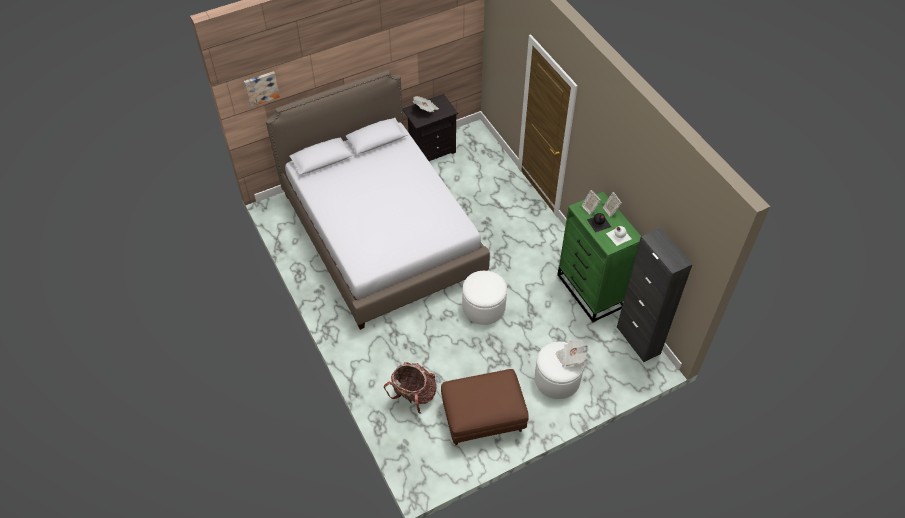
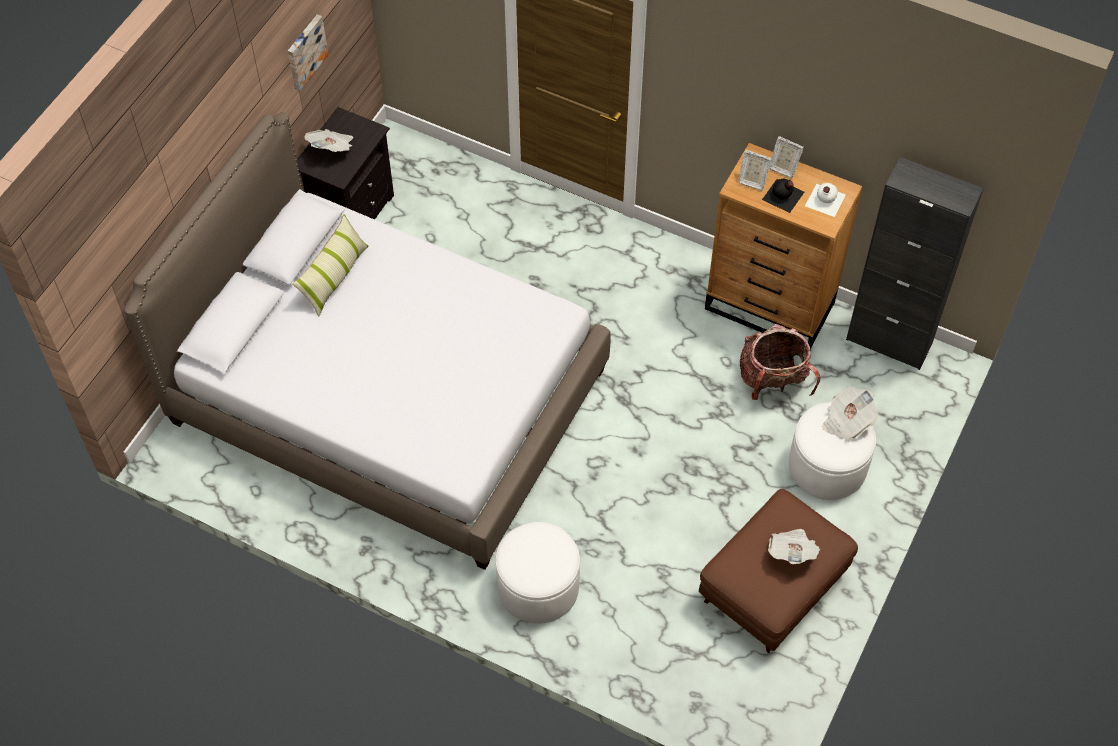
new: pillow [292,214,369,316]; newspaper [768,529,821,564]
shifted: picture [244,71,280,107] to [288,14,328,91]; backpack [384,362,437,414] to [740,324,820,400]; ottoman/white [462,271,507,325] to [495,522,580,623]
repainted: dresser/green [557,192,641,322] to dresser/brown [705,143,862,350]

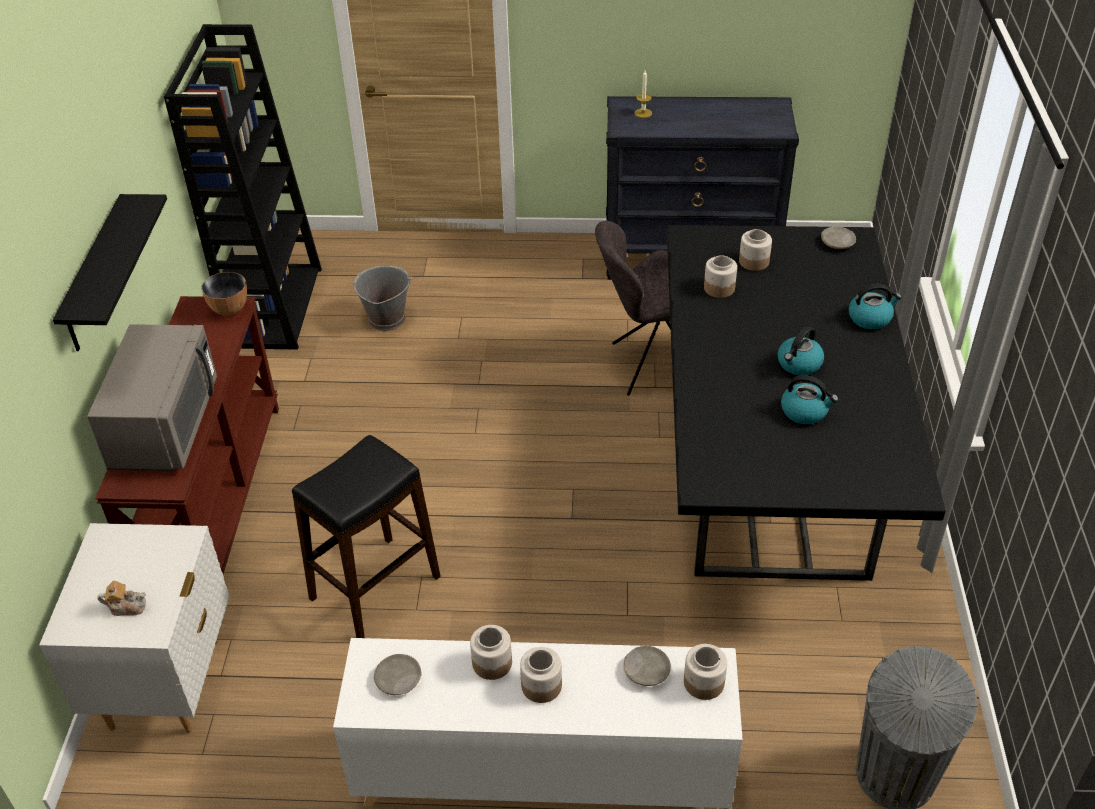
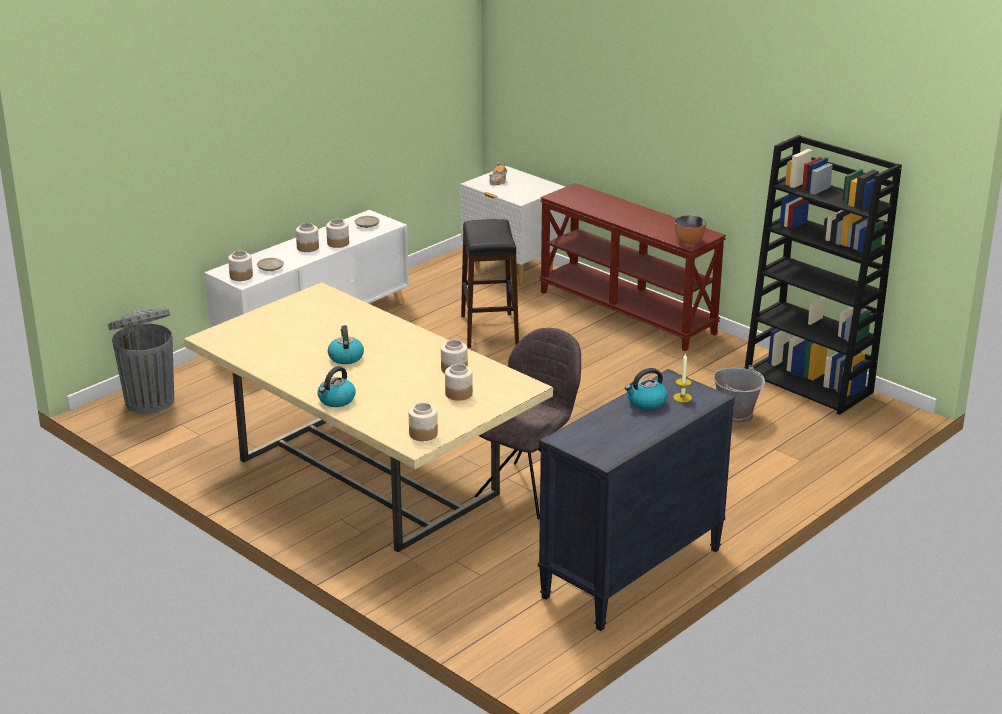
gone: shelf/black [53,194,167,351]; microwave/grey [87,324,217,471]
shifted: kettle [781,375,838,424] to [625,368,667,410]
swapped: plate/beige [821,227,856,249] to jar [409,403,438,441]
repainted: dining table/black [667,225,946,581] to dining table/beige [184,282,553,552]

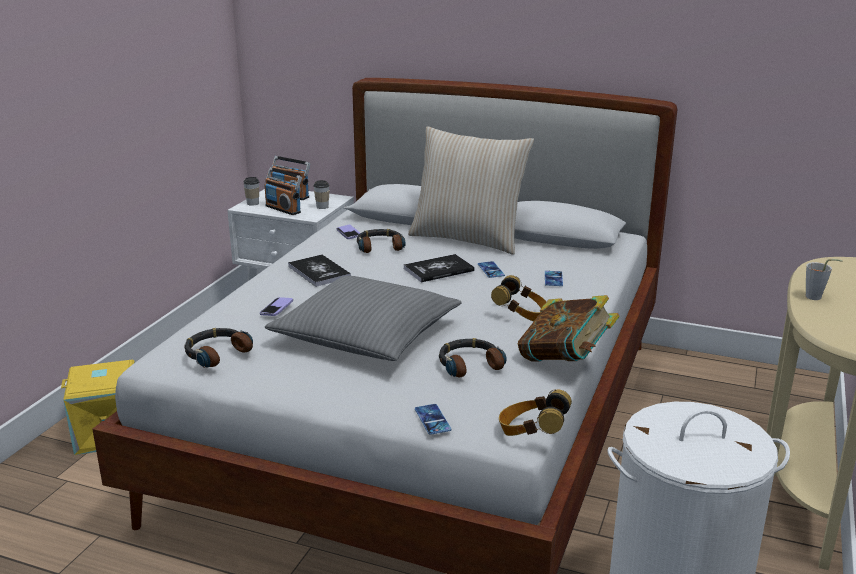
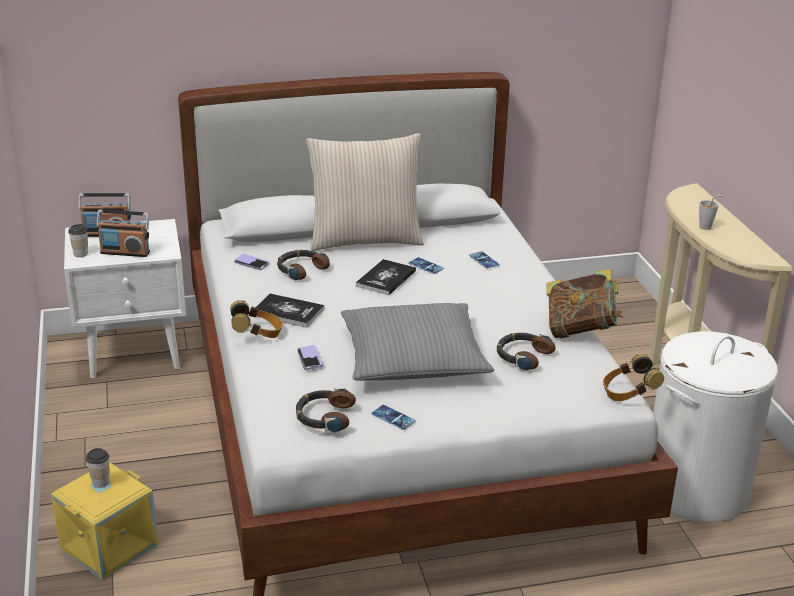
shifted: cup [313,180,330,209] to [86,448,110,488]; phone [415,404,451,435] to [371,405,416,430]; headphones [491,275,547,321] to [230,300,283,338]

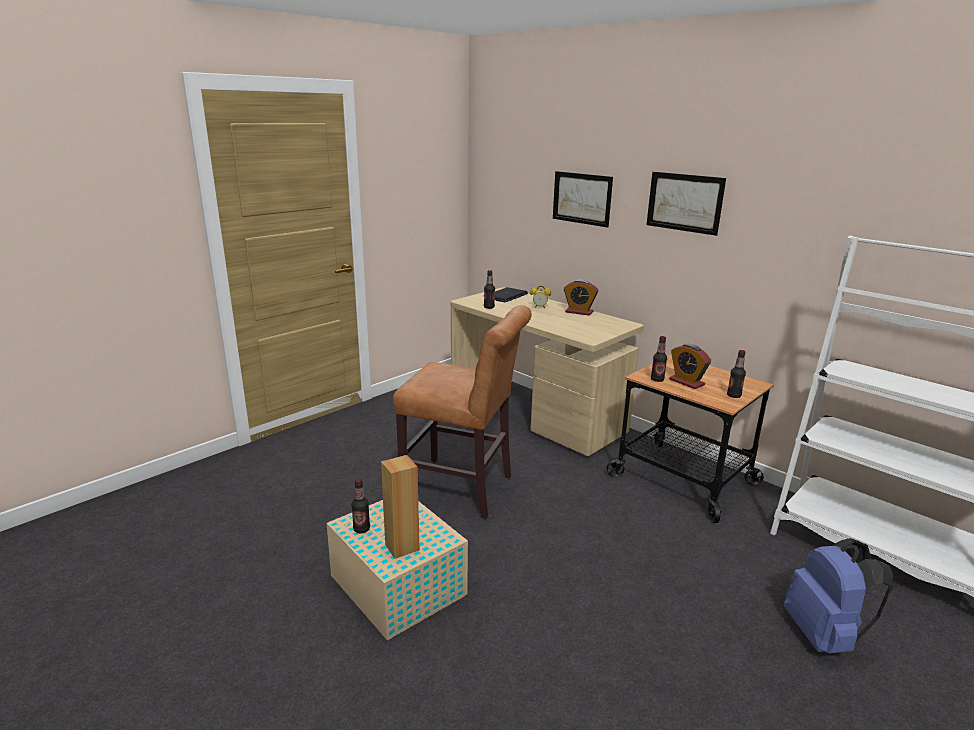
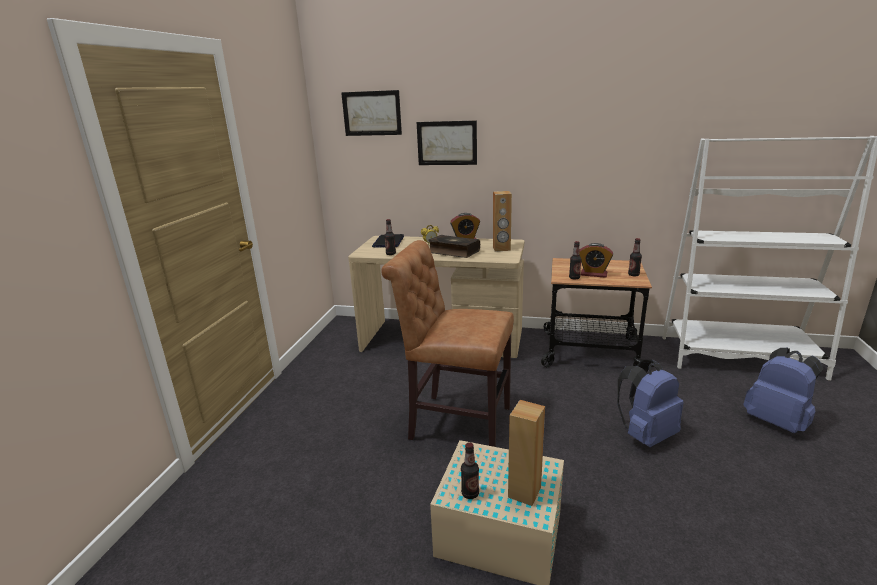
new: book [428,235,480,258]; speaker/brown [493,191,512,251]; backpack/blue [617,360,684,447]
shifted: picture [646,172,726,236] to [341,90,402,136]
rotated: chair/brown [393,305,532,519] = [381,240,514,447] 150 degrees counterclockwise

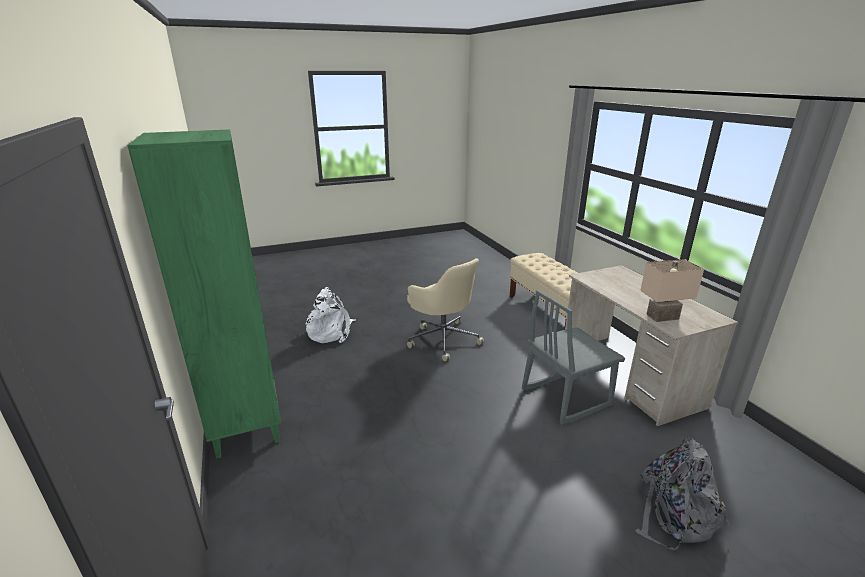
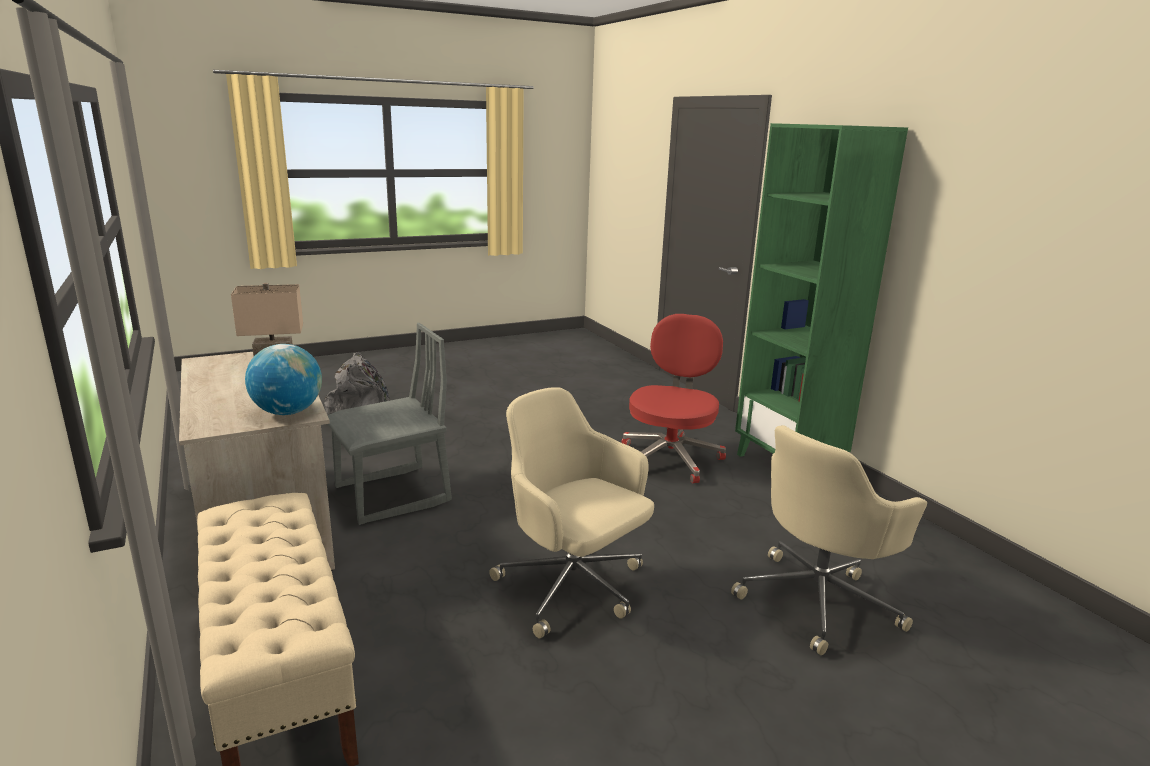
new: globe [245,344,322,415]; office chair/red [621,314,726,483]
swapped: backpack/white [305,287,355,343] to office chair/beige [731,425,927,655]

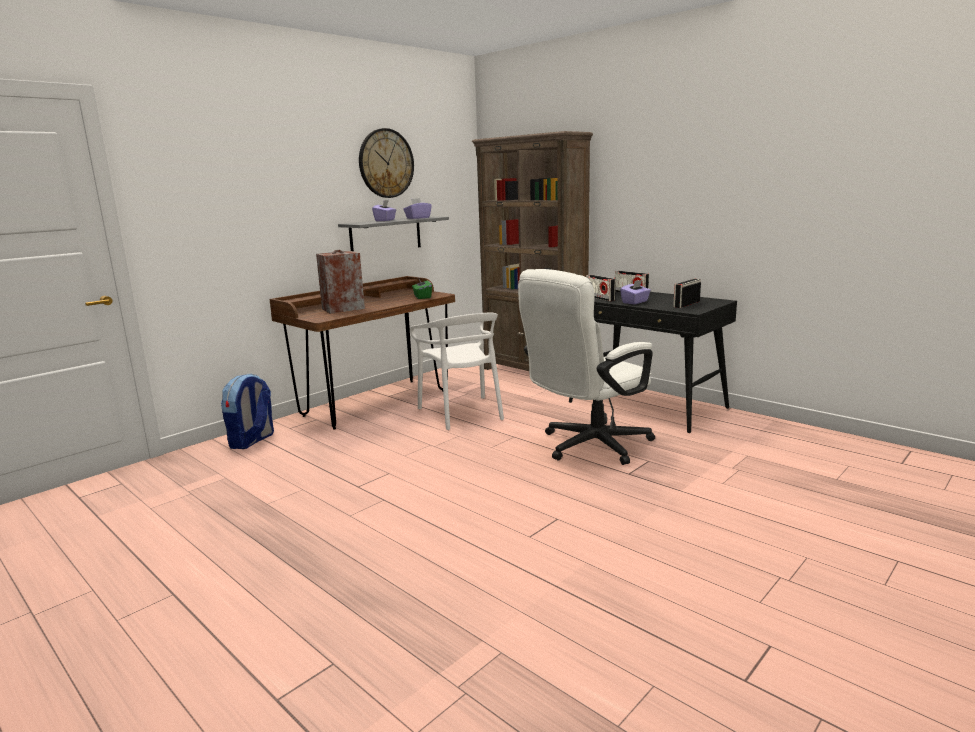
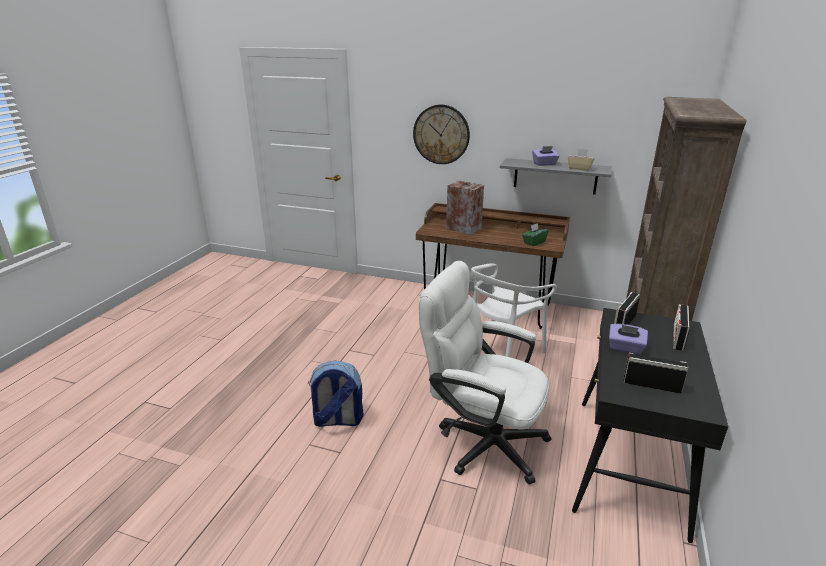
shifted: backpack [221,373,274,449] to [308,361,363,427]; wall clock [359,128,414,198] to [413,105,470,164]
repainted: tissue box/purple [403,198,432,219] to tissue box/beige [568,149,595,171]

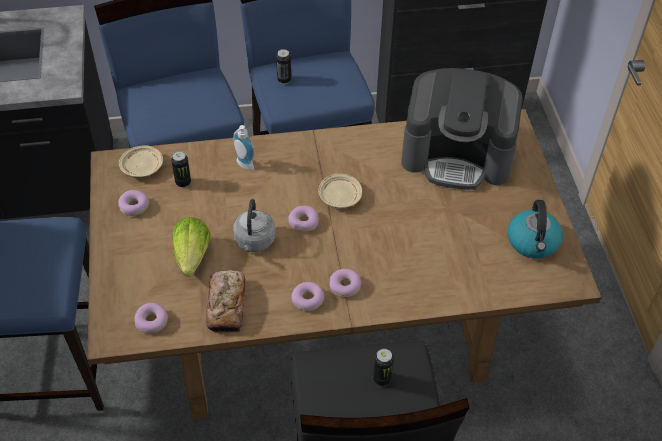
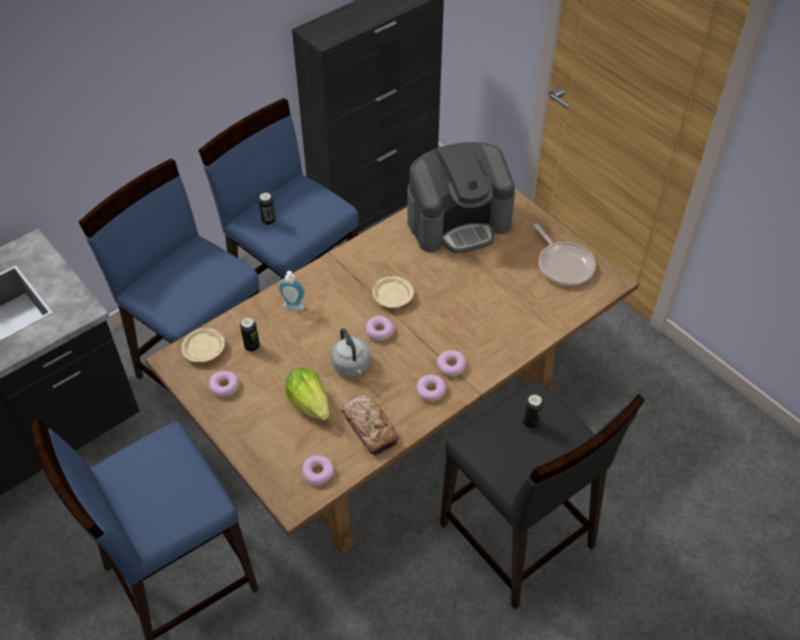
swapped: kettle [508,200,563,259] to frying pan [534,224,596,286]

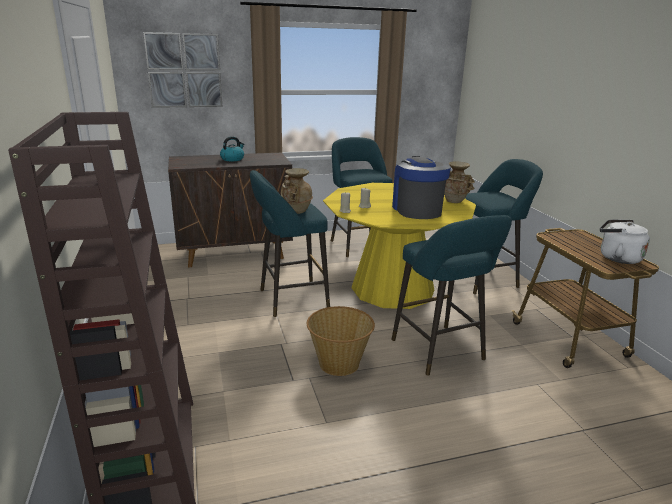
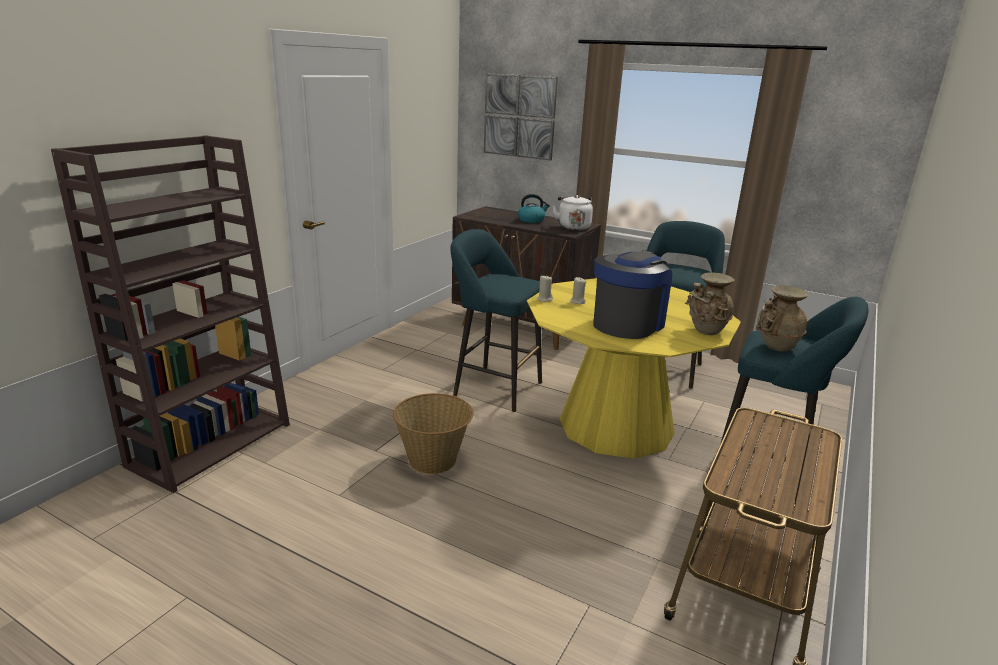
gone: stool/turquoise [391,215,512,376]
shifted: vase/beige [281,168,313,214] to [756,286,808,351]; kettle/white [600,220,650,264] to [552,195,593,230]

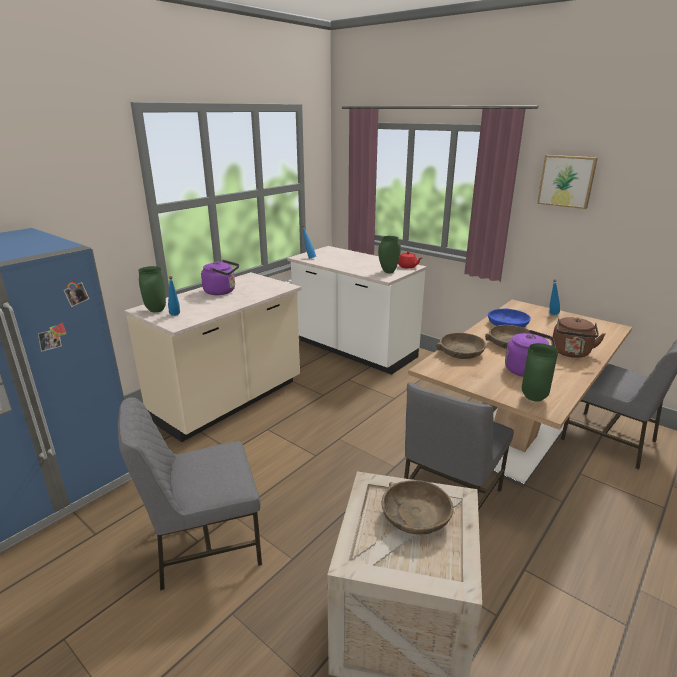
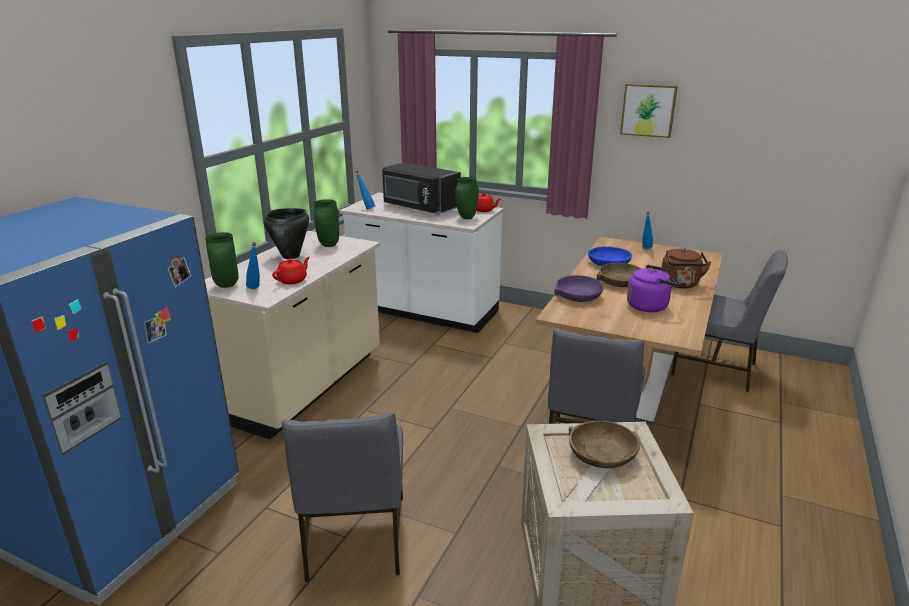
new: teapot/red [272,256,310,285]; microwave/black [382,162,461,214]
shifted: vase/green [522,343,558,401] to [314,199,339,247]
swapped: kettle/purple [201,260,239,295] to cooking pot/black [263,208,309,259]
repainted: bowl/brown [436,333,486,359] to bowl/purple [554,275,604,302]
rotated: chair/grey [118,397,262,591] = [281,412,403,582] 60 degrees counterclockwise

